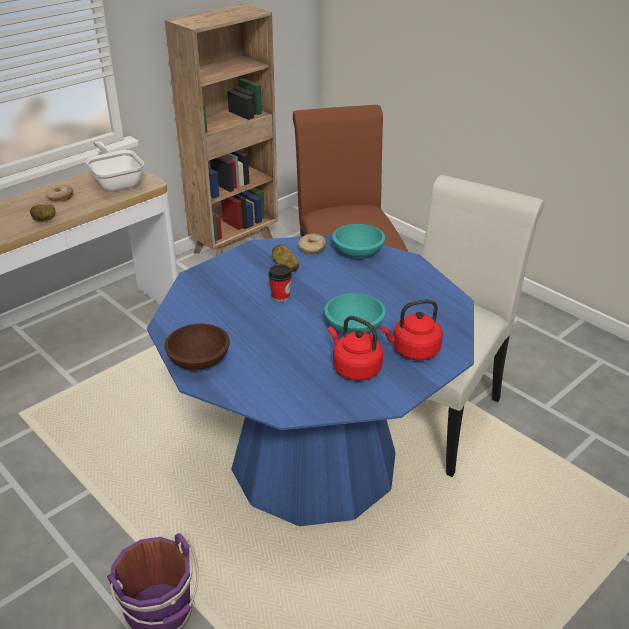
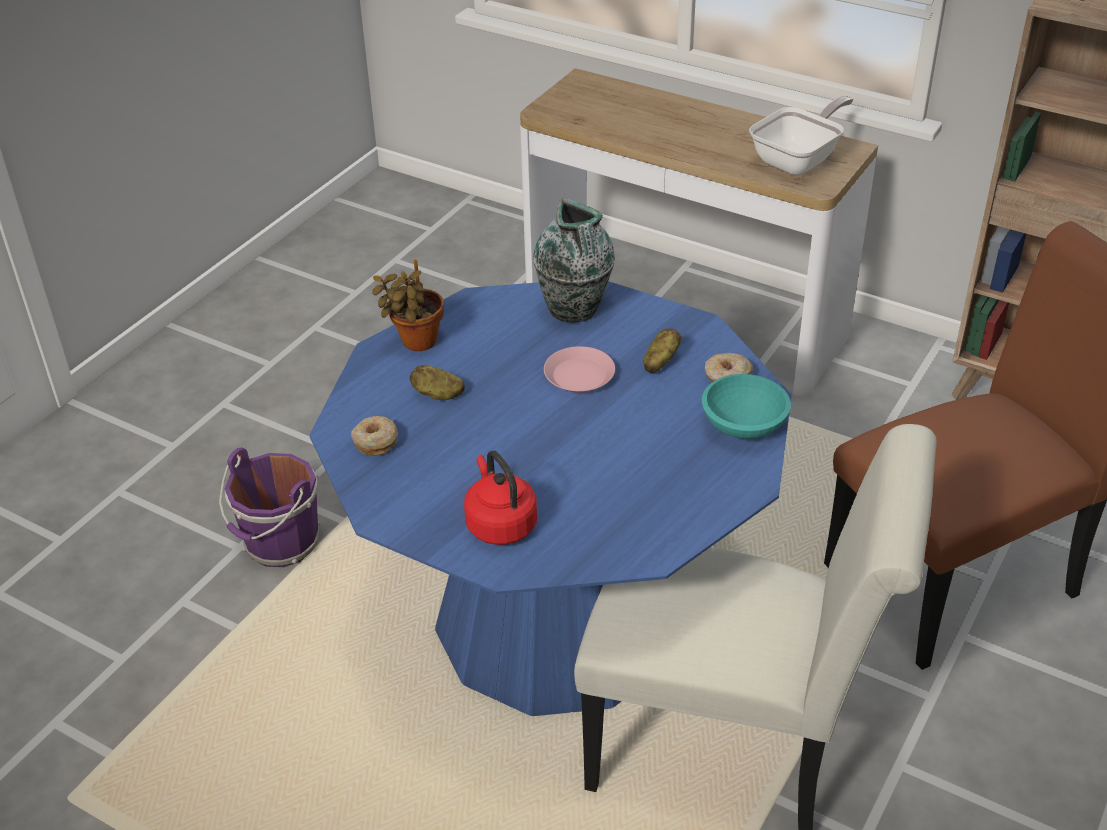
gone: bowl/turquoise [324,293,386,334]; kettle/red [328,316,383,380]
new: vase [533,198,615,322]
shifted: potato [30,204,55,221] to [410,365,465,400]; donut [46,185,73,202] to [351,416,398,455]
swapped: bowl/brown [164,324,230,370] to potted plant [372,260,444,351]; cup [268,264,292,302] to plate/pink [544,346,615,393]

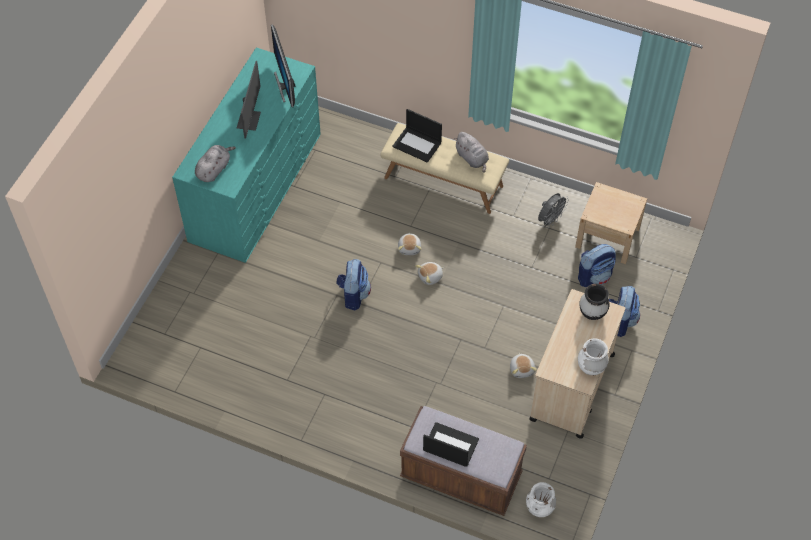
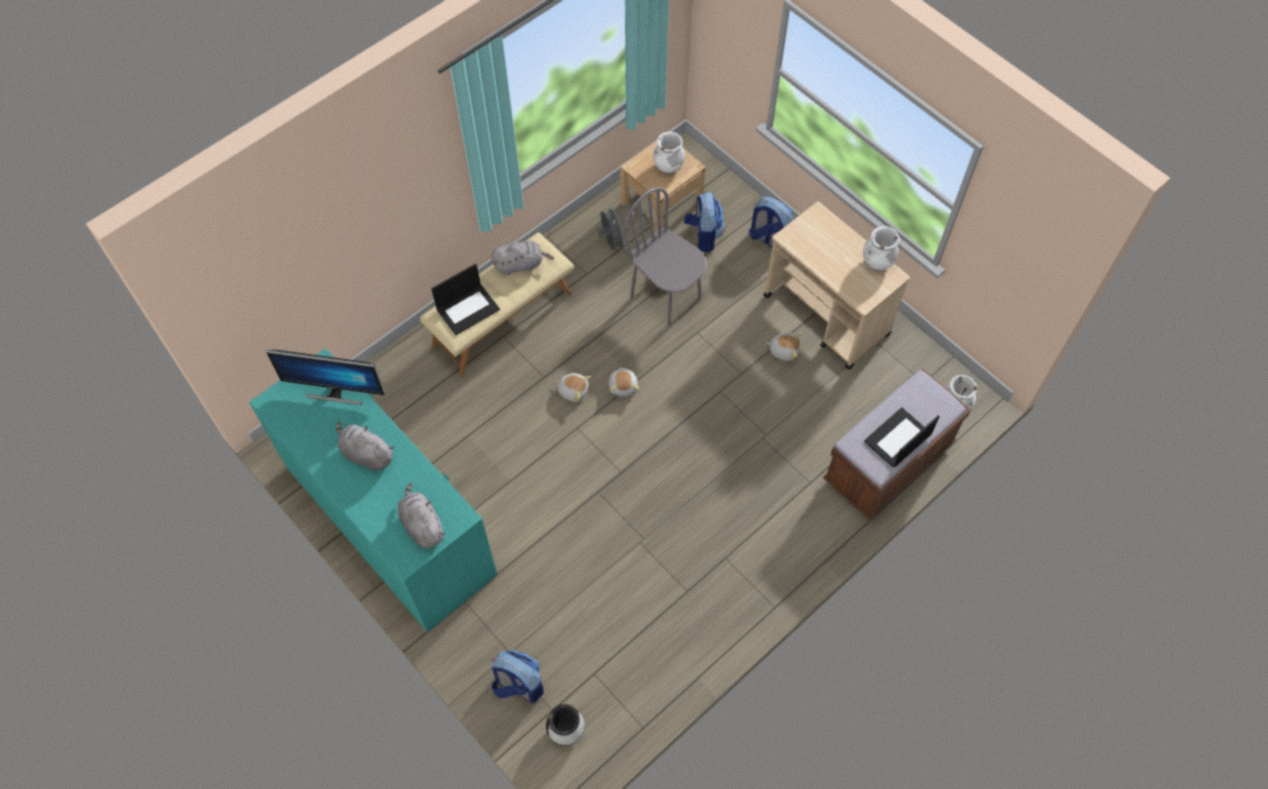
new: chair/grey [623,187,707,327]; vase/white [653,132,685,174]
shifted: backpack [336,259,371,310] to [491,650,544,703]; vase/black [579,284,610,320] to [546,704,585,746]
swapped: monitor [237,61,261,138] to plush toy/grey [336,421,394,471]

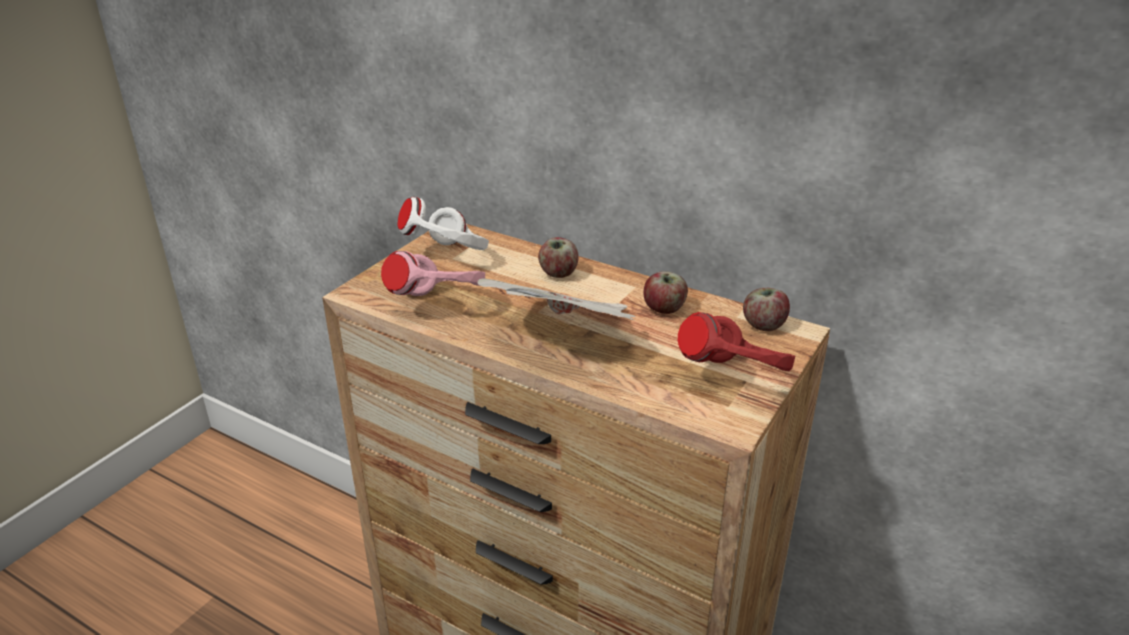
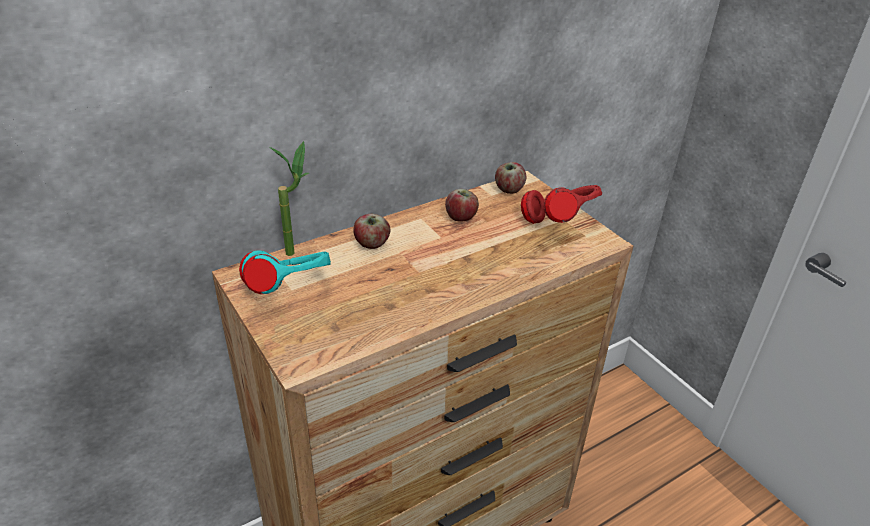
gone: headphones/pink [381,251,485,296]; newspaper [478,278,636,320]
new: potted plant [269,141,309,256]
repainted: headphones/white [397,197,489,250] to headphones/turquoise [239,250,331,294]

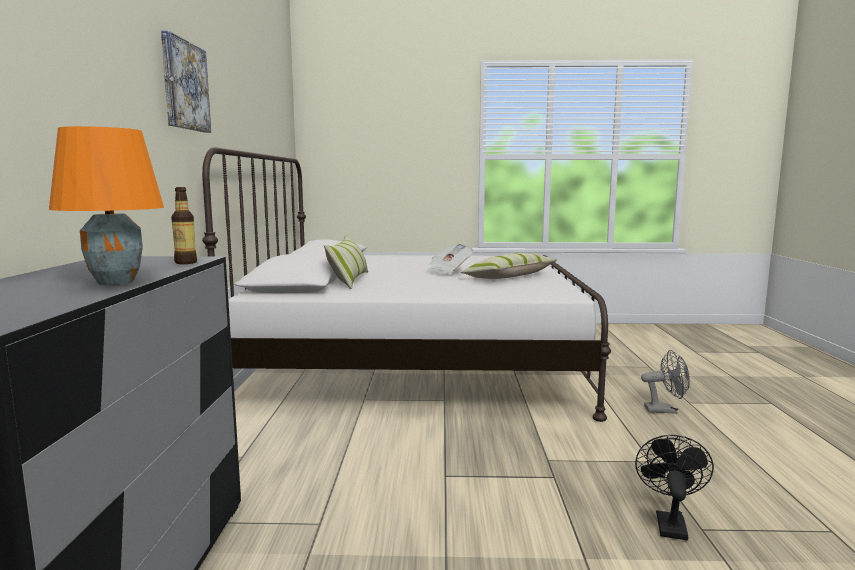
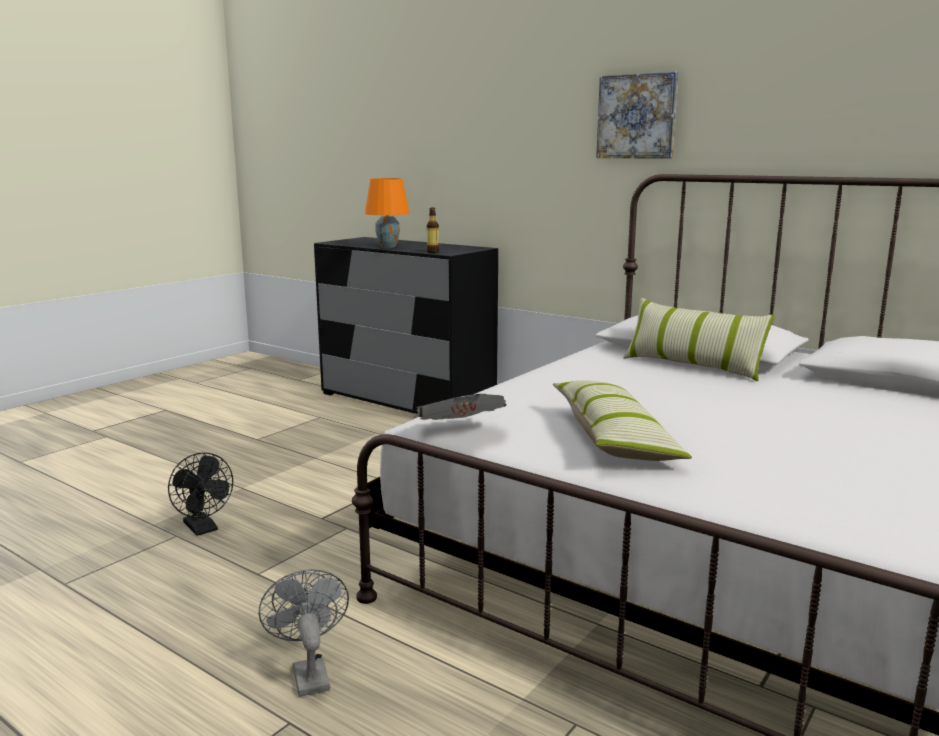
shifted: newspaper [426,244,473,275] to [417,394,506,420]
rotated: fan/grey [641,350,690,414] = [258,569,349,697] 120 degrees clockwise

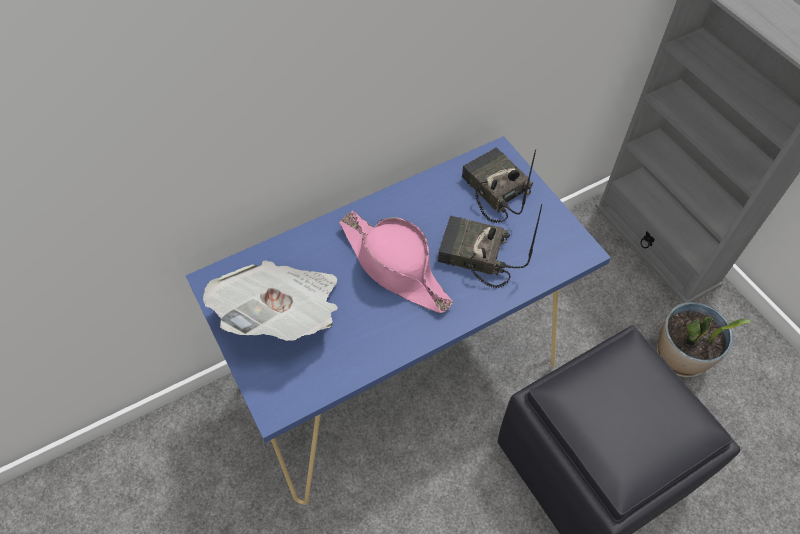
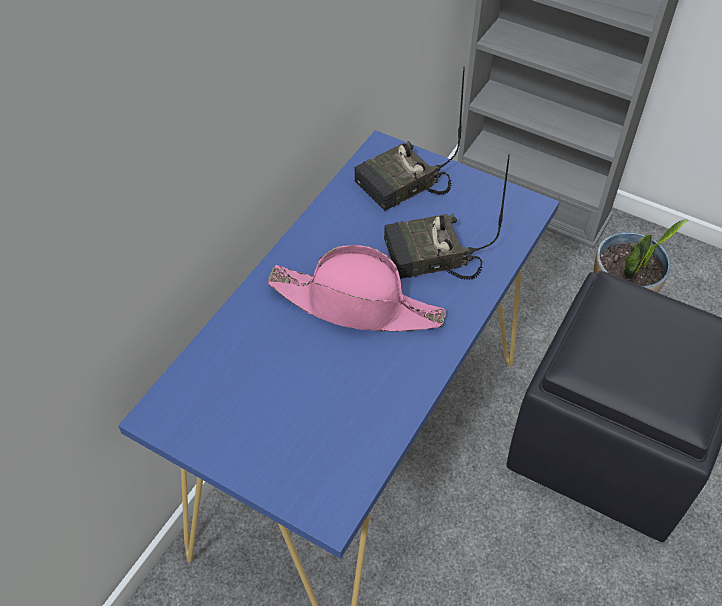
gone: newspaper [203,260,338,341]
rotated: radio [462,147,536,223] = [354,67,464,211] 60 degrees counterclockwise

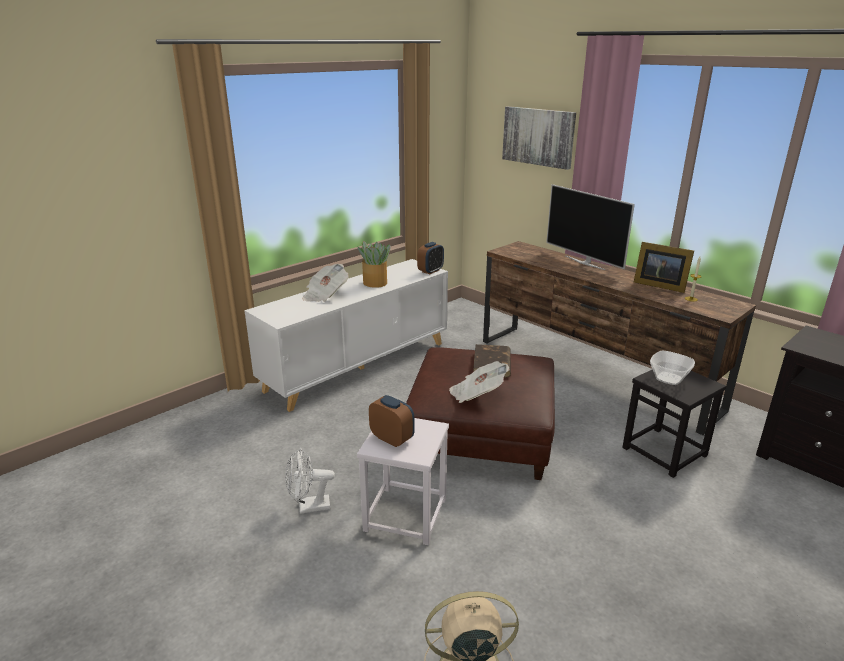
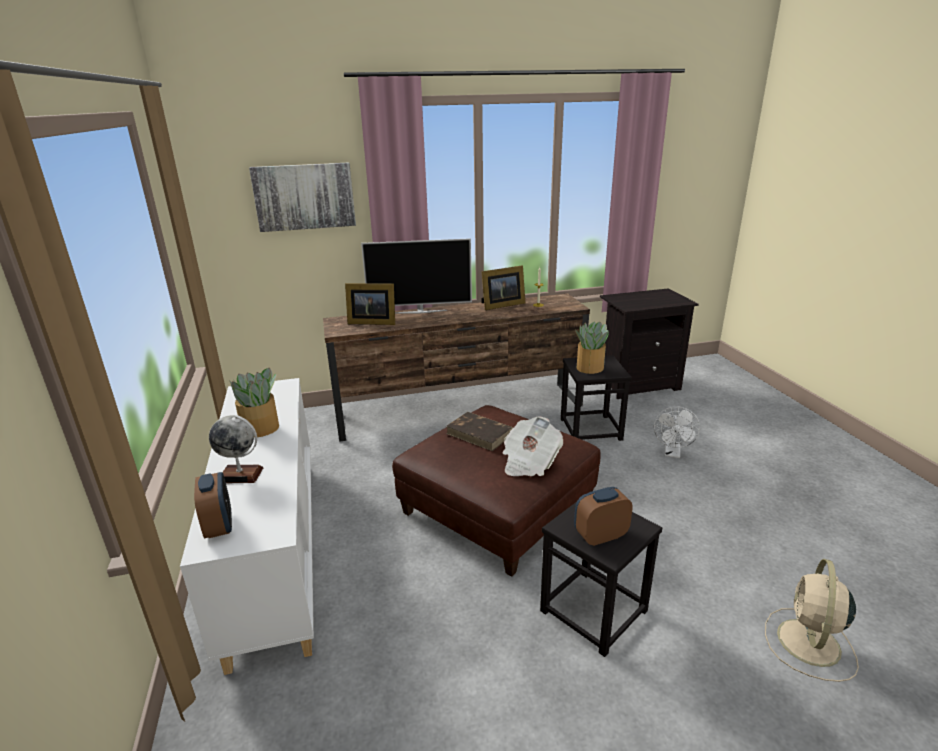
new: picture frame [345,283,395,325]
shifted: fan/white [285,447,335,514] to [654,407,700,458]; alarm clock [417,242,444,274] to [194,472,232,539]
swapped: newspaper [302,264,349,302] to globe [209,415,263,483]; bowl [650,350,695,385] to potted plant [575,322,609,374]
repainted: stool/white [357,418,449,545] to stool/black [540,491,662,657]

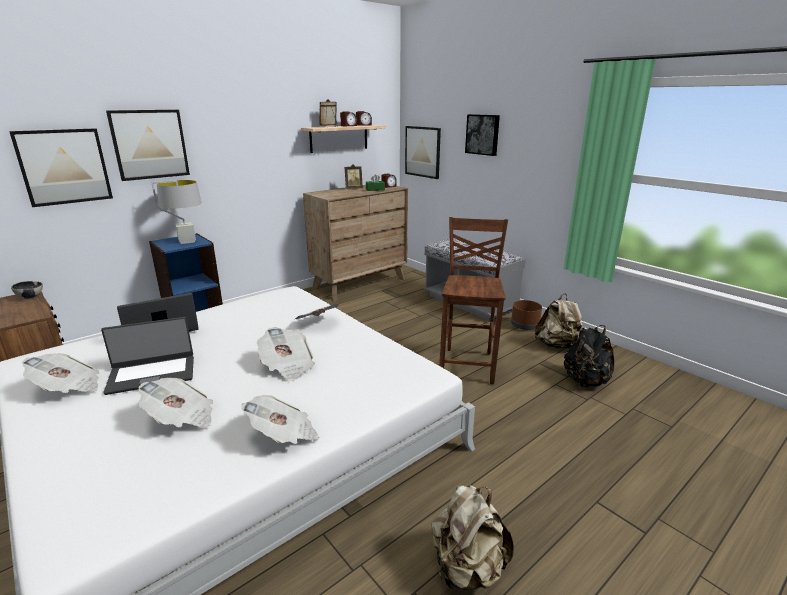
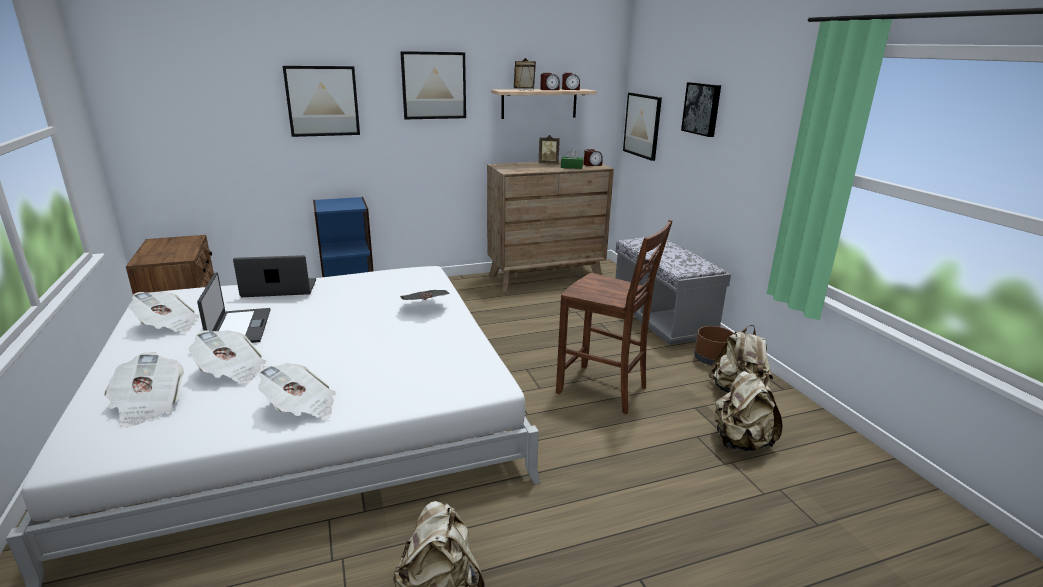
gone: bowl [11,281,43,299]; table lamp/grey [151,180,202,244]
shifted: picture [9,128,113,207] to [400,51,466,119]; newspaper [257,327,315,381] to [104,352,184,428]
repainted: backpack/black [564,325,614,387] to backpack/beige [715,371,783,451]
rotated: laptop [101,317,194,395] = [197,272,271,343] 105 degrees counterclockwise; chair/brown [439,217,508,384] = [556,219,673,414] 90 degrees clockwise

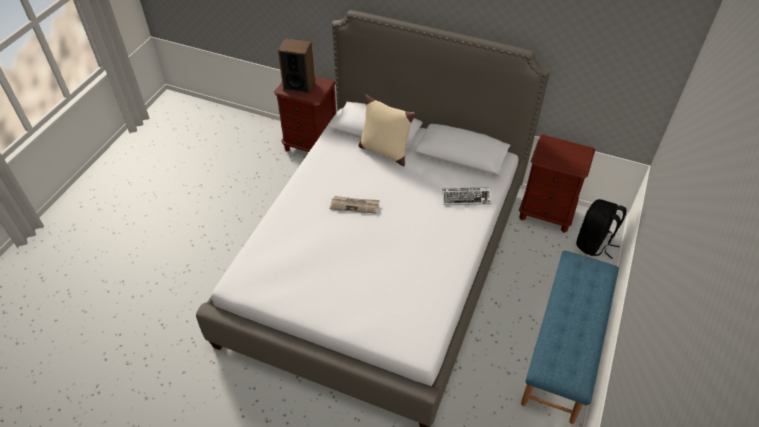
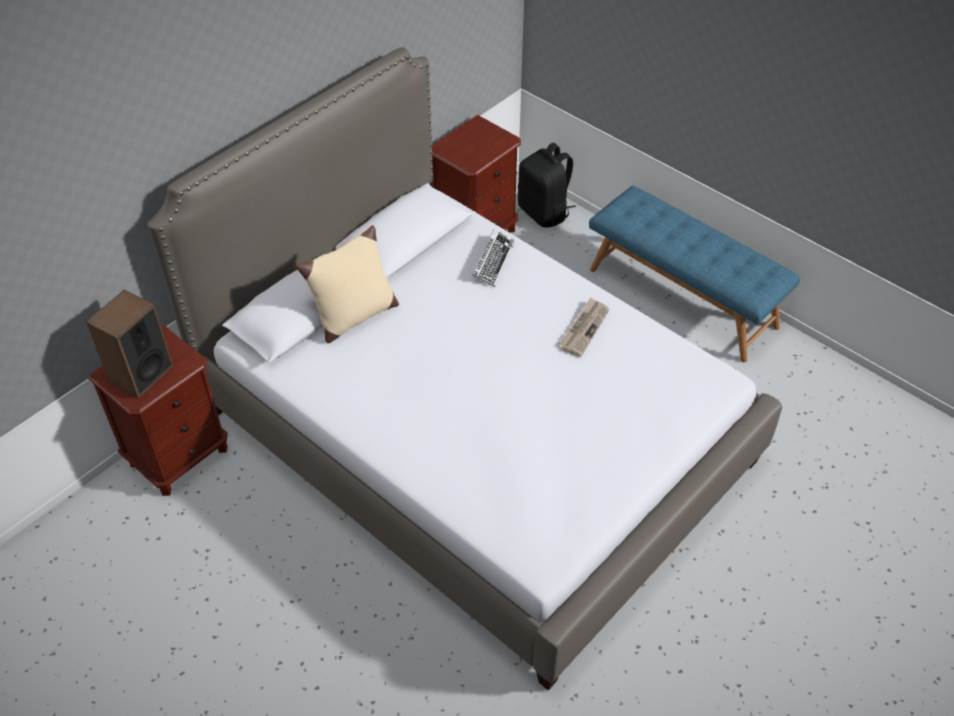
shifted: newspaper [330,196,380,214] to [559,297,610,357]

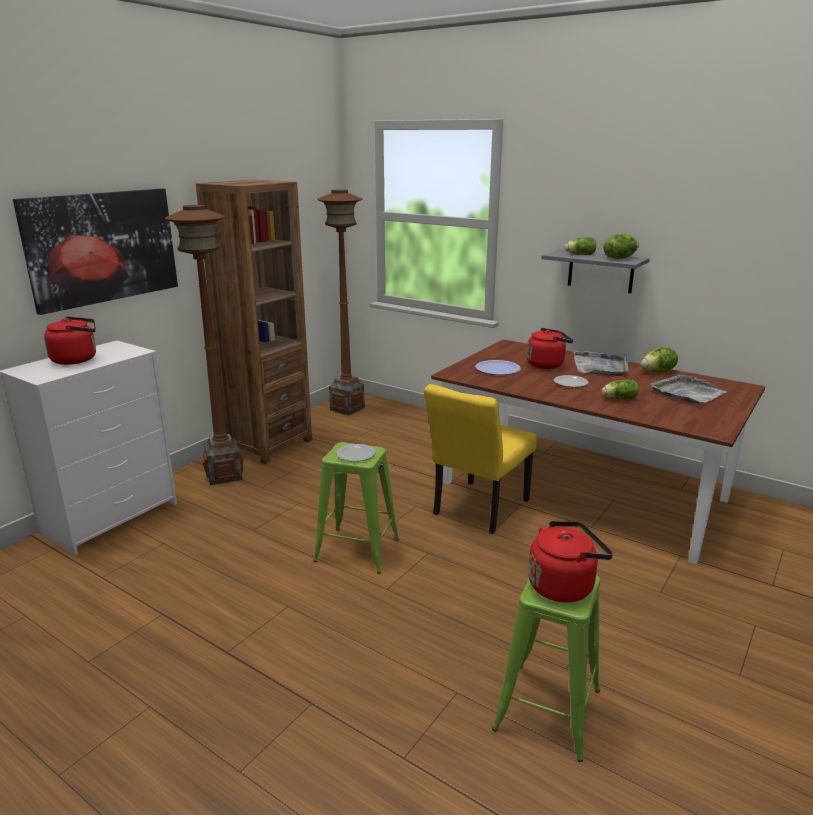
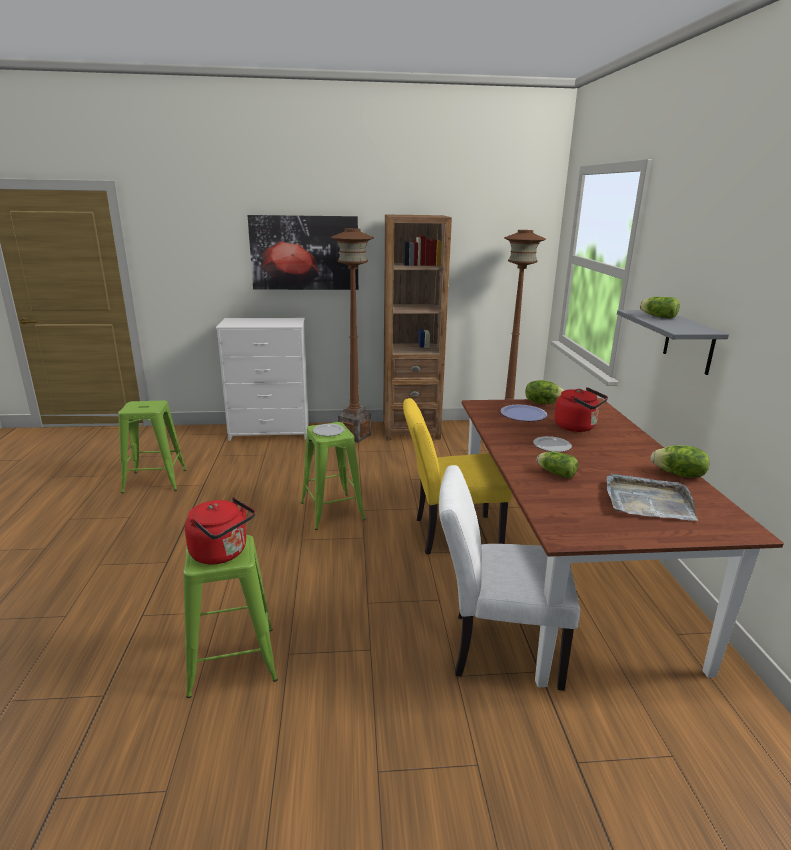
gone: kettle/red [44,316,96,365]; tray/grey [574,351,629,376]
new: stool/green [118,400,187,493]; chair/white [439,465,580,691]
shifted: lettuce [603,234,639,259] to [525,380,565,404]

